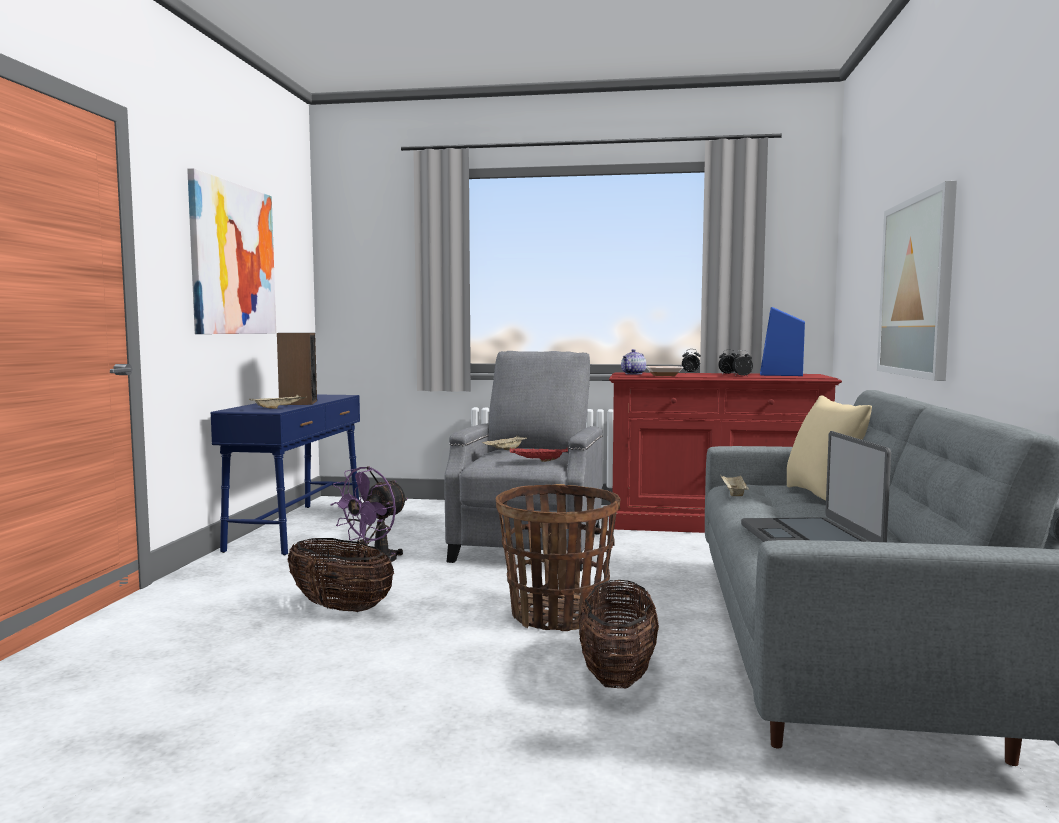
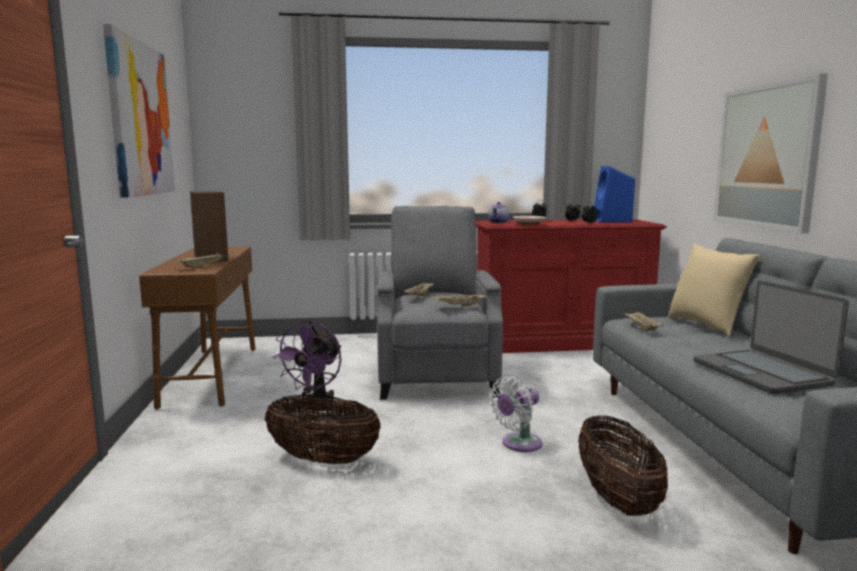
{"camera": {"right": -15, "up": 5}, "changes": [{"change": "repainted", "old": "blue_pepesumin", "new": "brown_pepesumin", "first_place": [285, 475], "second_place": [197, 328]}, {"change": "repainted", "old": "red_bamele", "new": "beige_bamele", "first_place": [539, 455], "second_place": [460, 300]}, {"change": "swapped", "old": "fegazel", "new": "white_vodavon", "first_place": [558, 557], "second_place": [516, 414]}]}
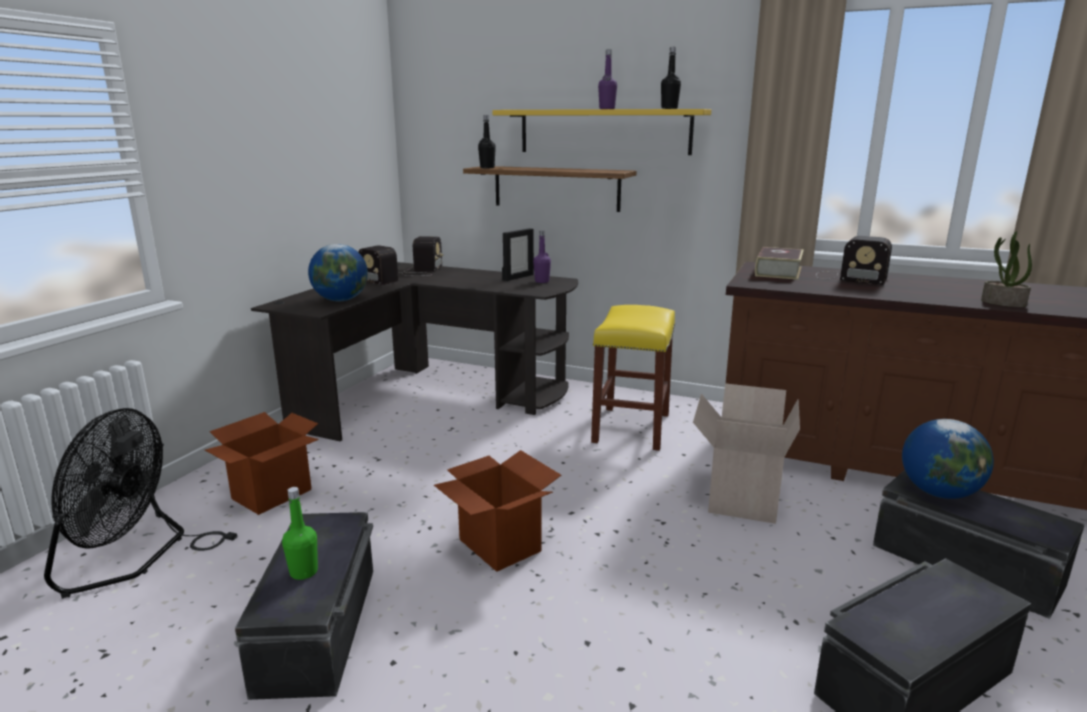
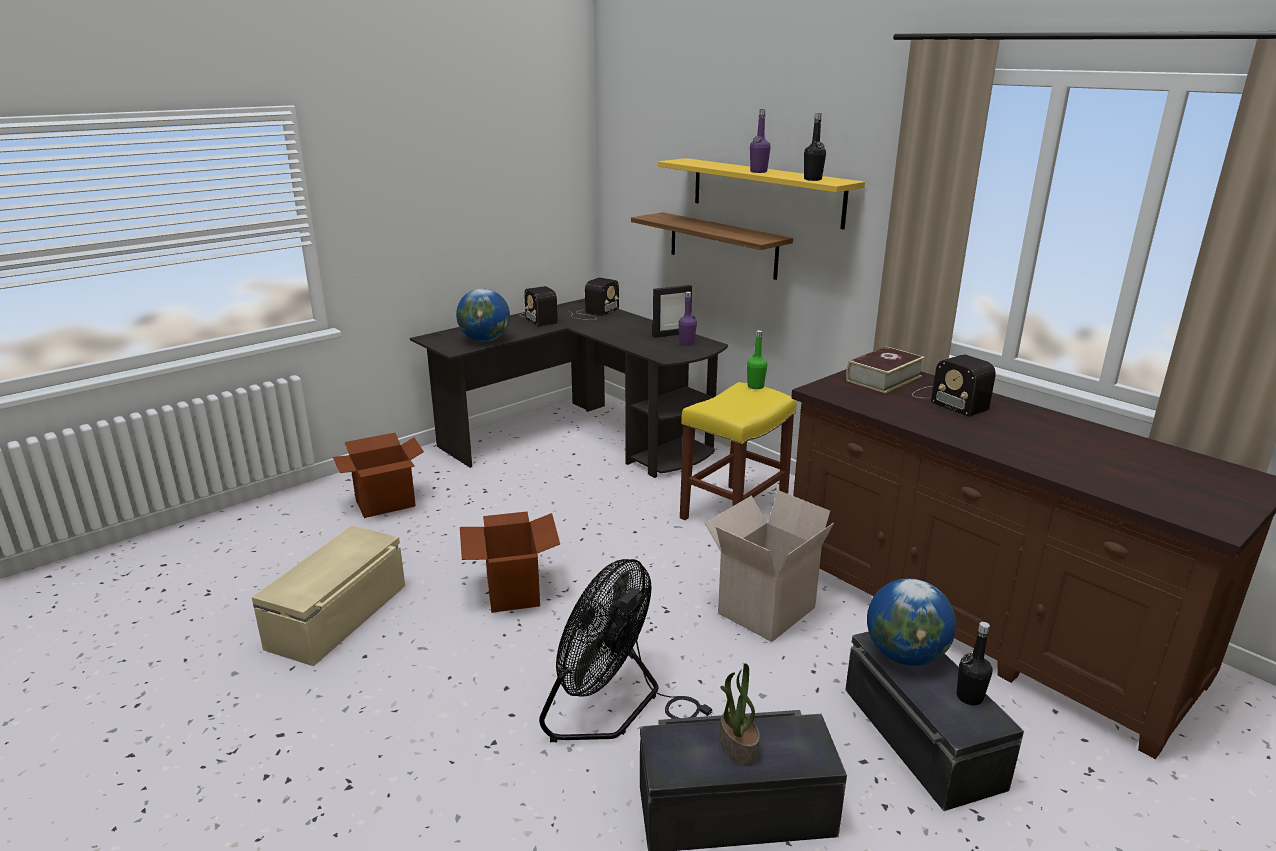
{"camera": {"right": 25, "up": 5}, "changes": [{"change": "shifted", "old": "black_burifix", "first_place": [487, 141], "second_place": [974, 663]}, {"change": "shifted", "old": "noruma", "first_place": [1006, 269], "second_place": [740, 714]}, {"change": "shifted", "old": "black_vodavon", "first_place": [141, 503], "second_place": [626, 651]}, {"change": "shifted", "old": "green_burifix", "first_place": [300, 533], "second_place": [757, 359]}, {"change": "repainted", "old": "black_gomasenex", "new": "beige_gomasenex", "first_place": [304, 606], "second_place": [328, 596]}]}
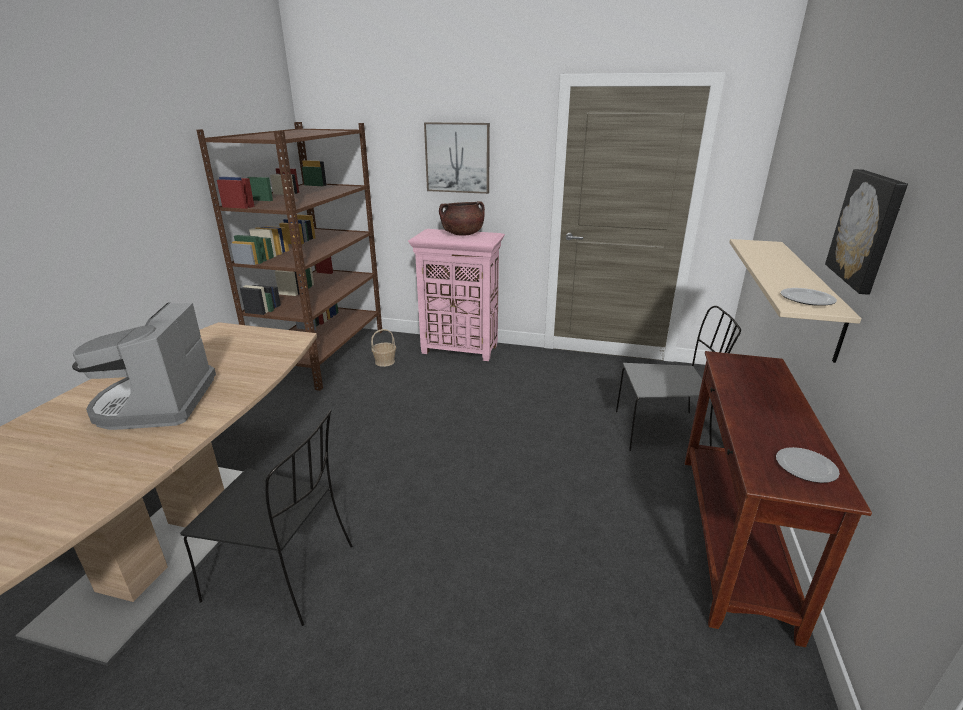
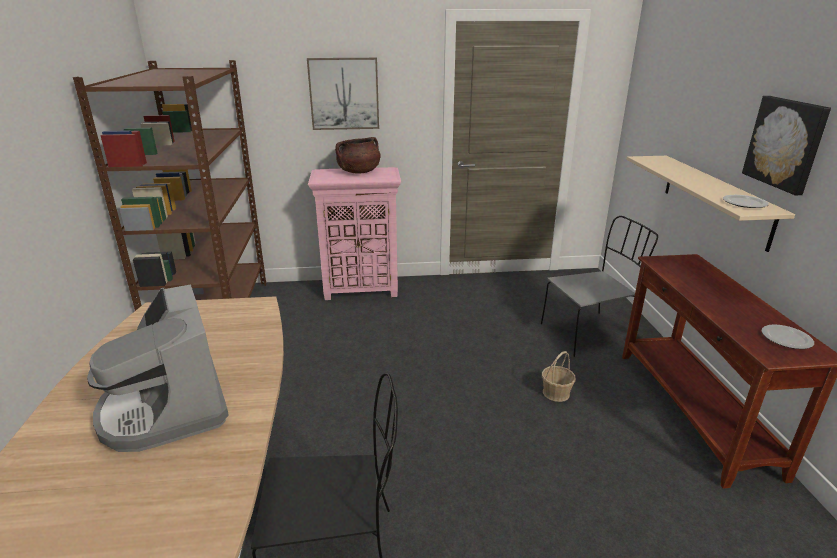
{"camera": {"right": -20, "up": 0}, "changes": [{"change": "shifted", "old": "fegazel", "first_place": [383, 348], "second_place": [559, 376]}]}
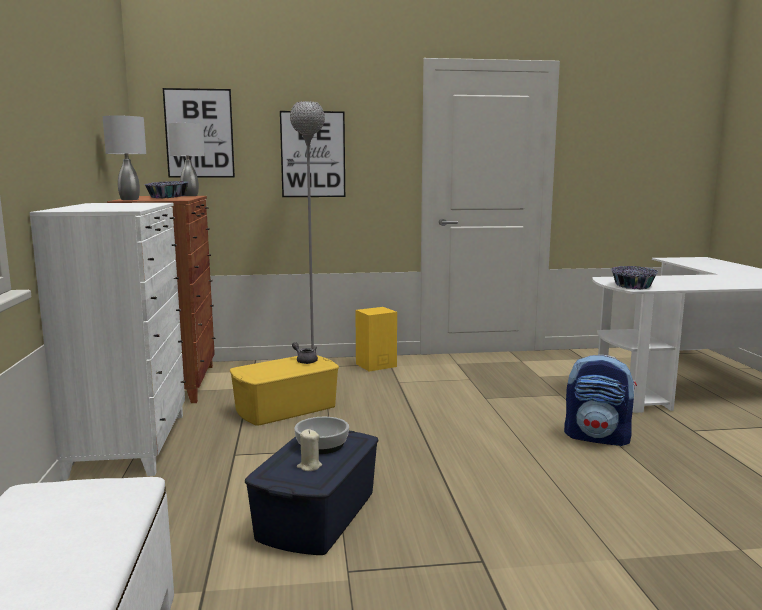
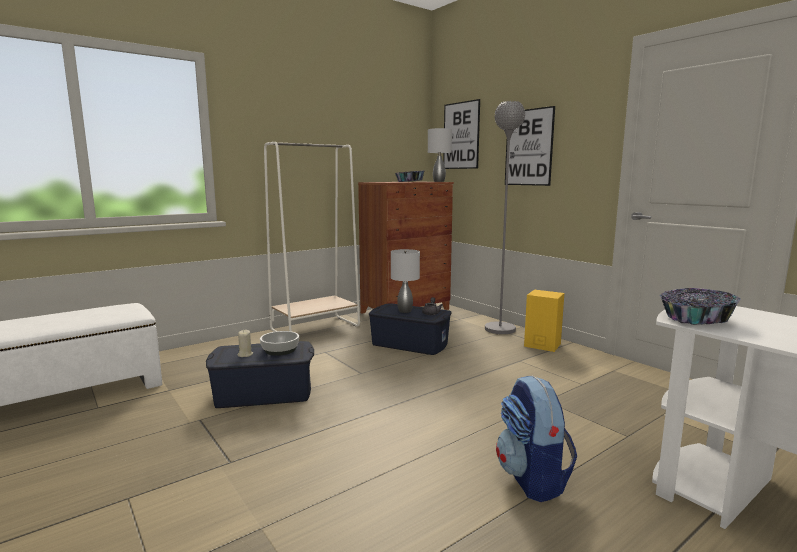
{"camera": {"right": 60, "up": 0}, "changes": [{"change": "shifted", "old": "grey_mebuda", "first_place": [124, 157], "second_place": [405, 281]}, {"change": "swapped", "old": "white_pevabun", "new": "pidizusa", "first_place": [107, 342], "second_place": [312, 237]}, {"change": "repainted", "old": "yellow_gomasenex", "new": "blue_gomasenex", "first_place": [284, 390], "second_place": [410, 329]}]}
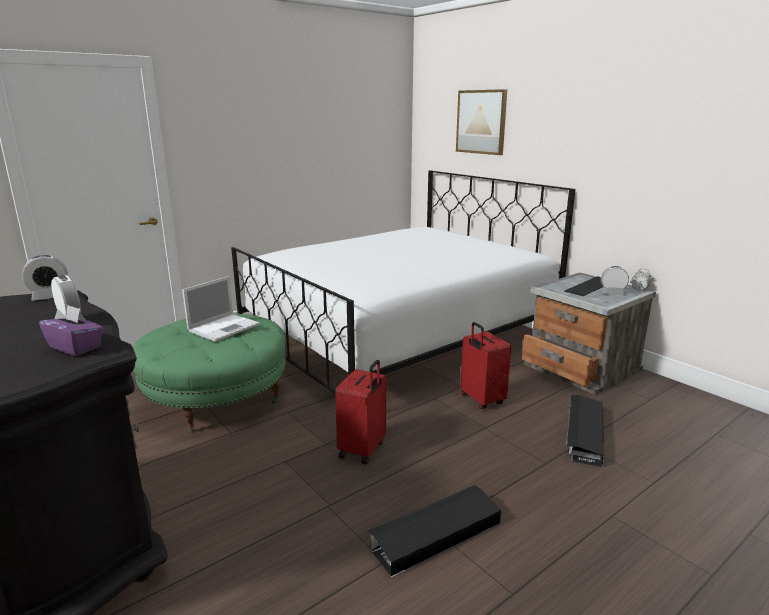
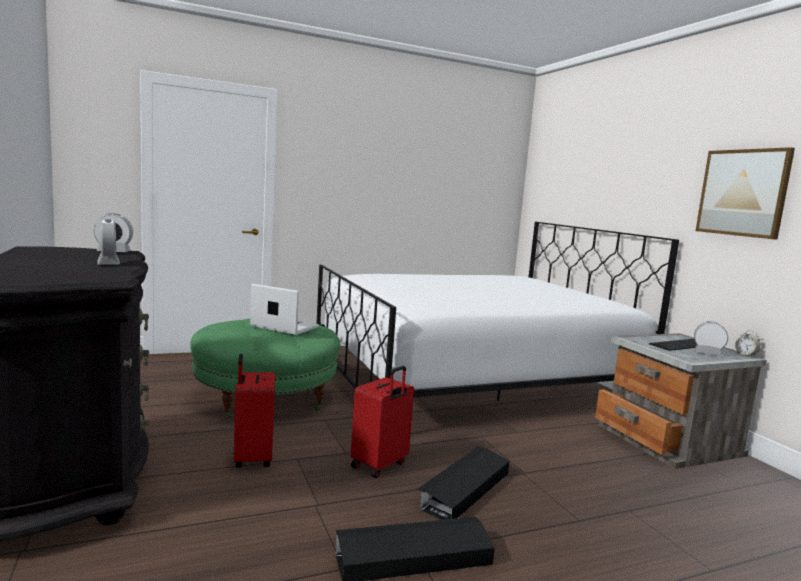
{"camera": {"right": 15, "up": -10}, "changes": [{"change": "shifted", "old": "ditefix", "first_place": [481, 122], "second_place": [745, 193]}, {"change": "rotated", "old": "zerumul", "first_place": [221, 309], "second_place": [284, 309], "degrees": -120}, {"change": "gone", "old": "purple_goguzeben", "first_place": [71, 330]}, {"change": "shifted", "old": "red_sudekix", "first_place": [486, 365], "second_place": [254, 411]}, {"change": "shifted", "old": "black_gomasenex", "first_place": [585, 431], "second_place": [463, 483]}]}
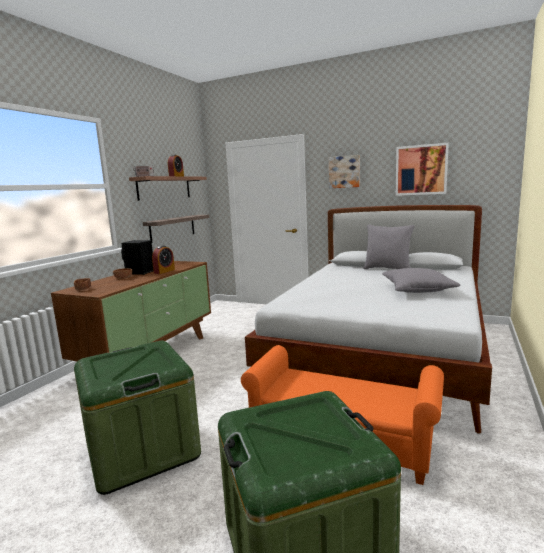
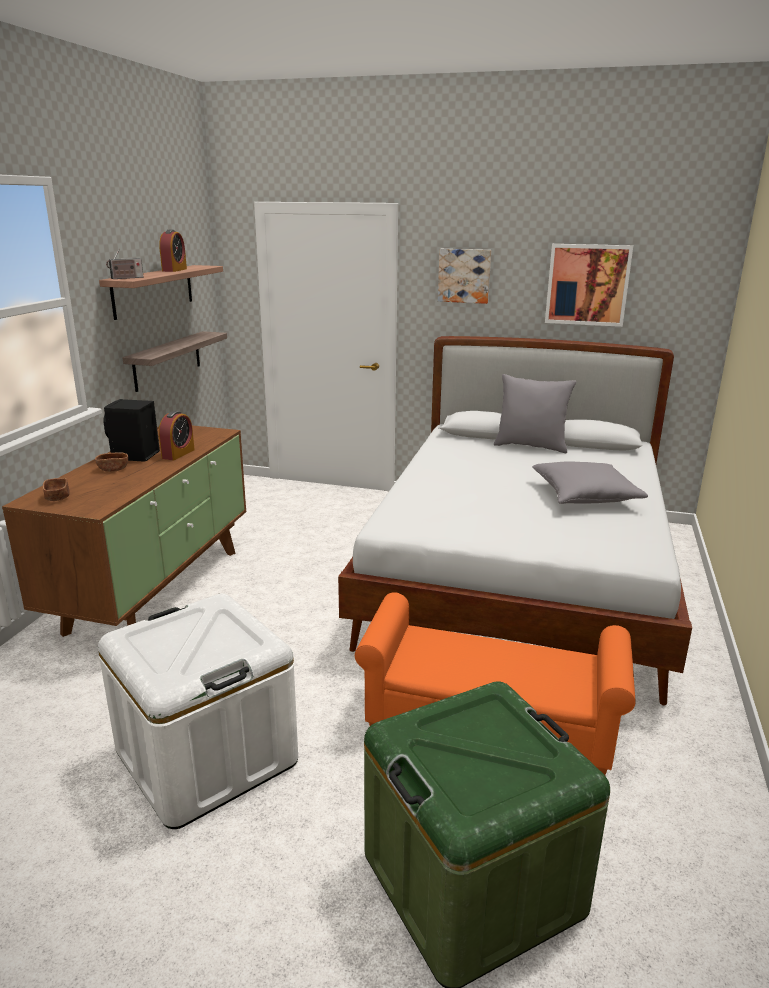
{"camera": {"right": -10, "up": 10}, "changes": [{"change": "repainted", "old": "green_gomasenex", "new": "white_gomasenex", "first_place": [137, 417], "second_place": [198, 711]}]}
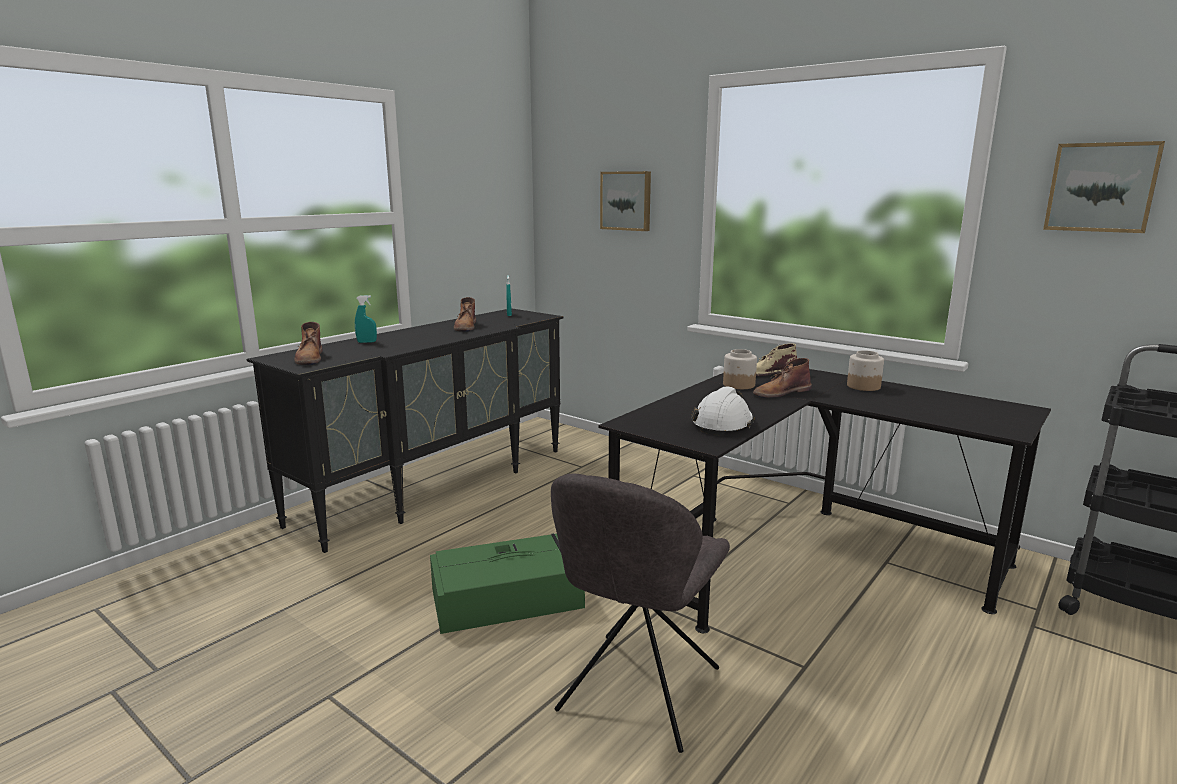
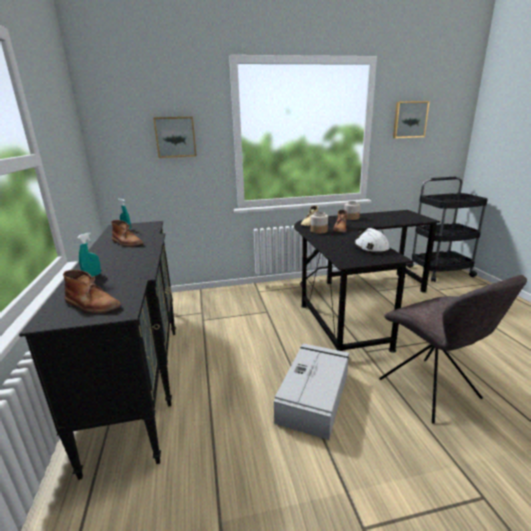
{"camera": {"right": -50, "up": 5}, "changes": [{"change": "repainted", "old": "green_gomasenex", "new": "grey_gomasenex", "first_place": [507, 583], "second_place": [311, 391]}]}
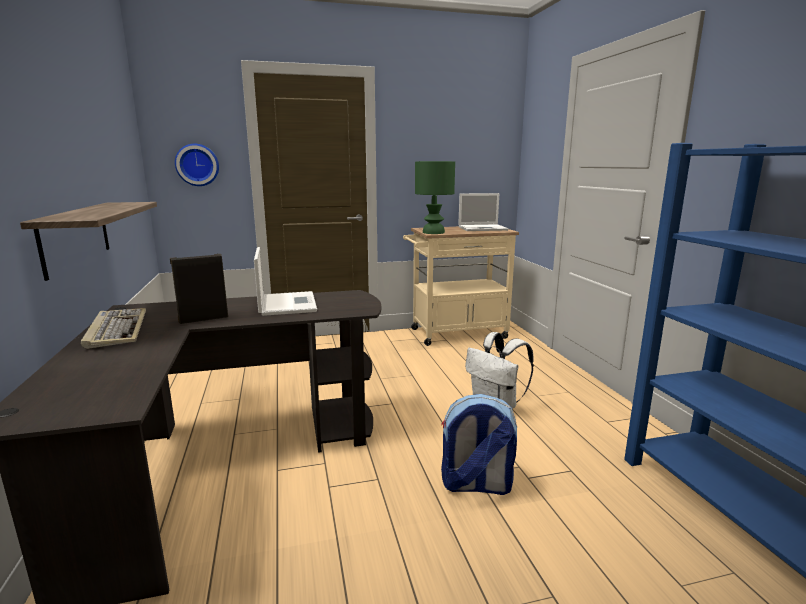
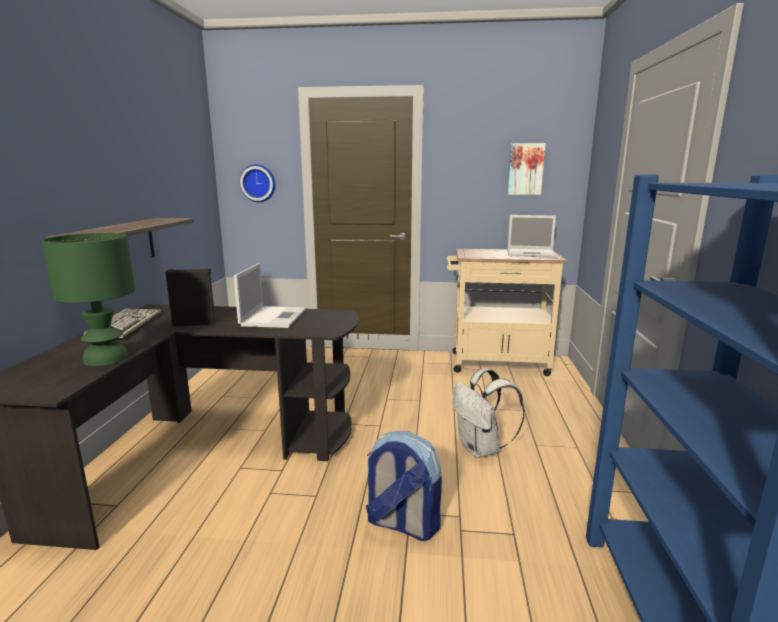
{"camera": {"right": 20, "up": 0}, "changes": [{"change": "shifted", "old": "green_mebuda", "first_place": [435, 197], "second_place": [88, 299]}, {"change": "new", "new": "ditefix", "second_place": [527, 169]}]}
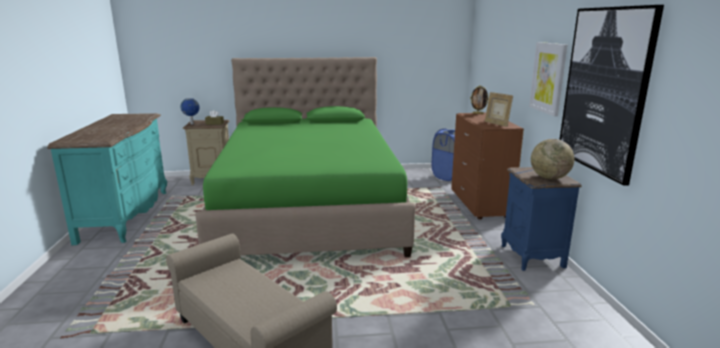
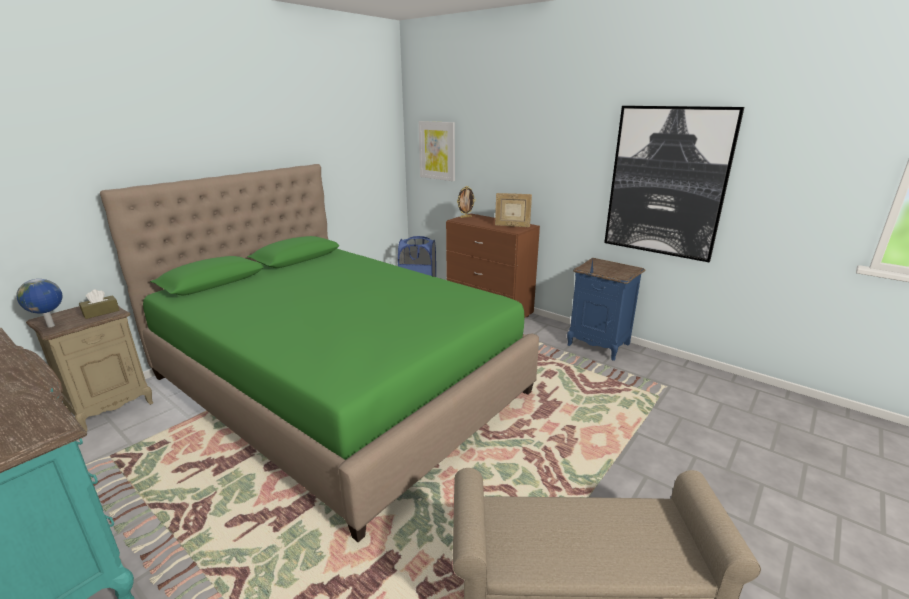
{"camera": {"right": -45, "up": 5}, "changes": [{"change": "shifted", "old": "ditefix", "first_place": [548, 79], "second_place": [437, 151]}, {"change": "gone", "old": "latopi", "first_place": [553, 159]}]}
